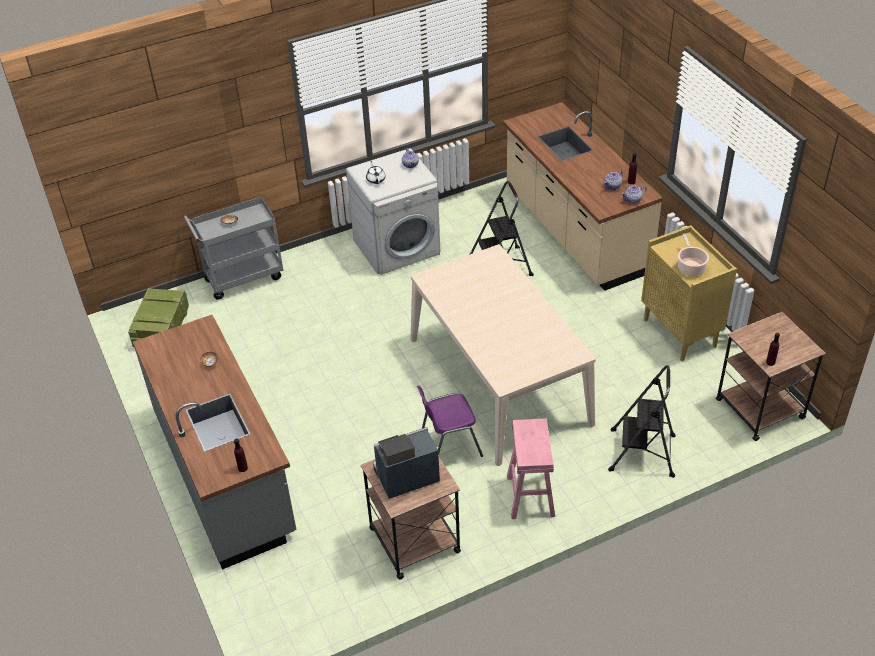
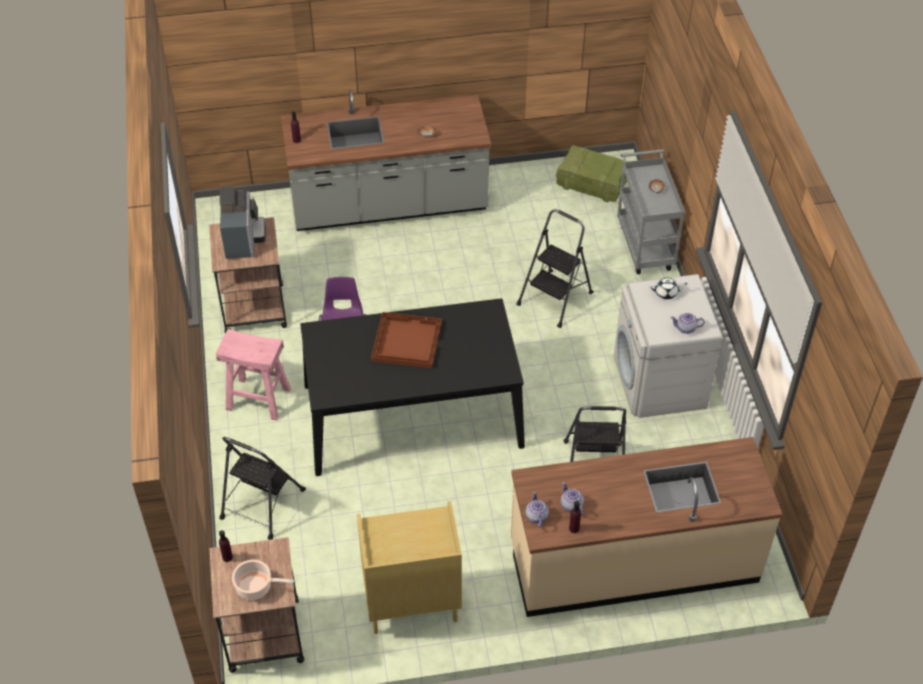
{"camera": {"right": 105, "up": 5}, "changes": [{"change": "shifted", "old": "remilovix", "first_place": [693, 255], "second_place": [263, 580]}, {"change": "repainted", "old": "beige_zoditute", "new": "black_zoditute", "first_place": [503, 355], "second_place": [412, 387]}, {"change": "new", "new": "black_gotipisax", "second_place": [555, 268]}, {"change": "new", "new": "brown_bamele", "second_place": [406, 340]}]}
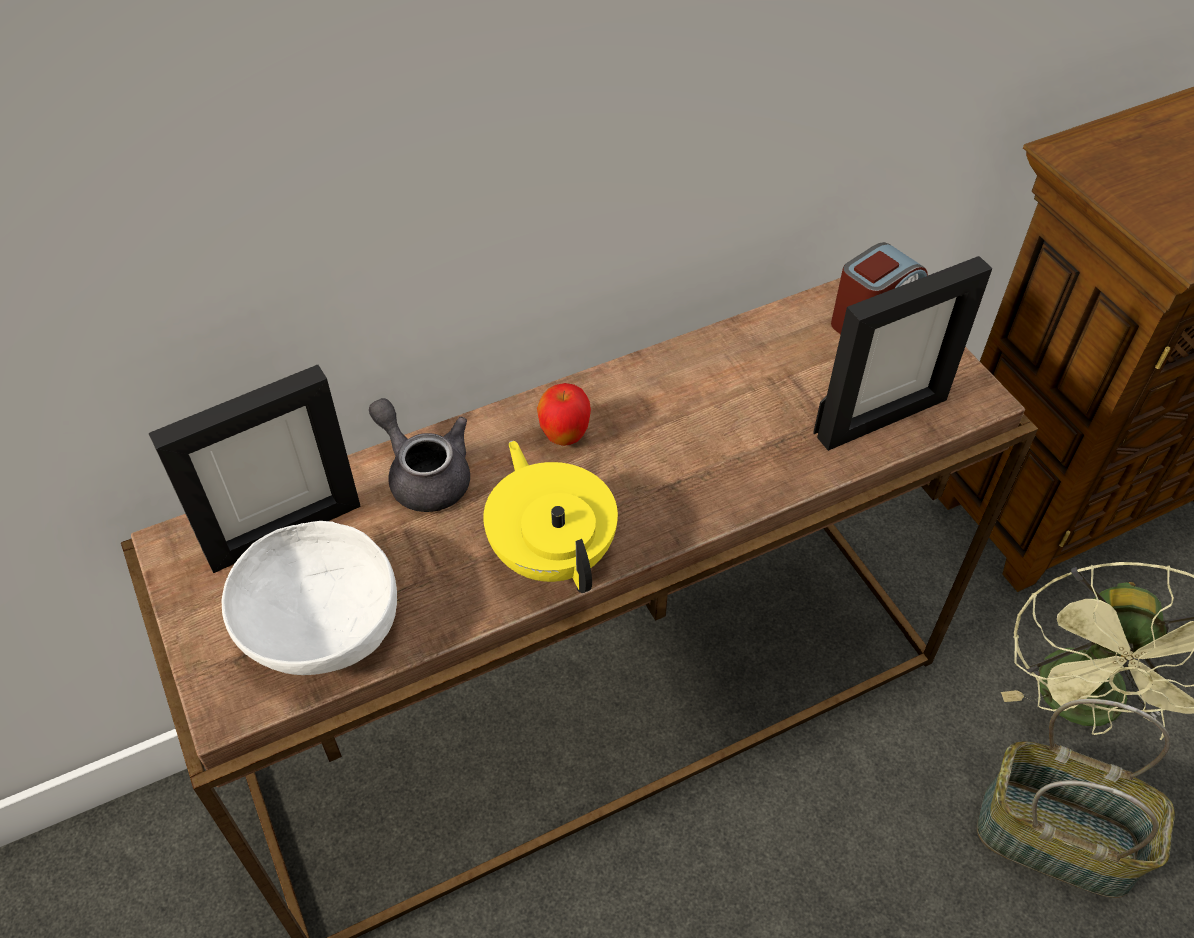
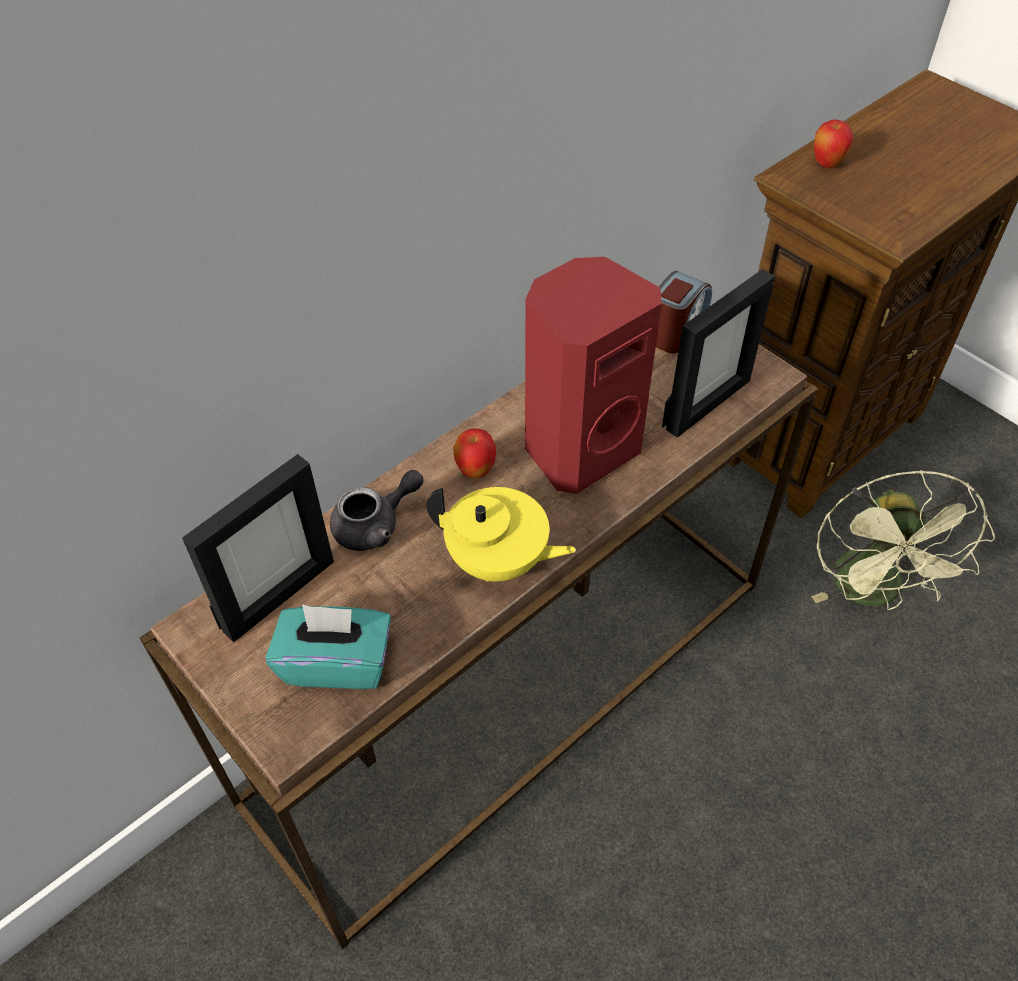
{"camera": {"right": -15, "up": 0}, "changes": [{"change": "rotated", "old": "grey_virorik", "first_place": [419, 455], "second_place": [377, 510], "degrees": 120}, {"change": "rotated", "old": "yellow_virorik", "first_place": [550, 516], "second_place": [501, 534], "degrees": 150}, {"change": "swapped", "old": "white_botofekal", "new": "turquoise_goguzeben", "first_place": [309, 598], "second_place": [328, 646]}, {"change": "gone", "old": "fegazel", "first_place": [1076, 798]}, {"change": "new", "new": "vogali", "second_place": [833, 143]}, {"change": "new", "new": "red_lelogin", "second_place": [593, 375]}]}
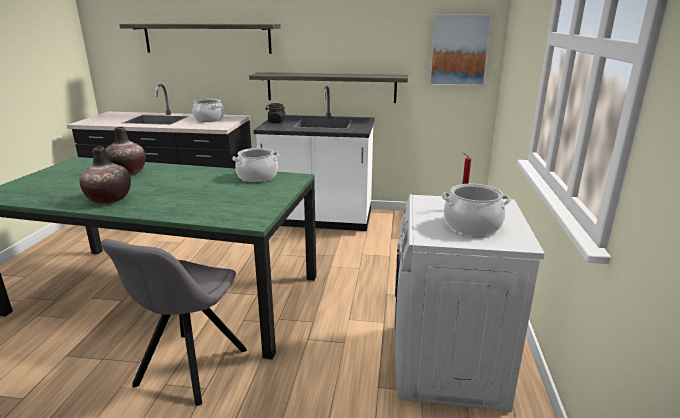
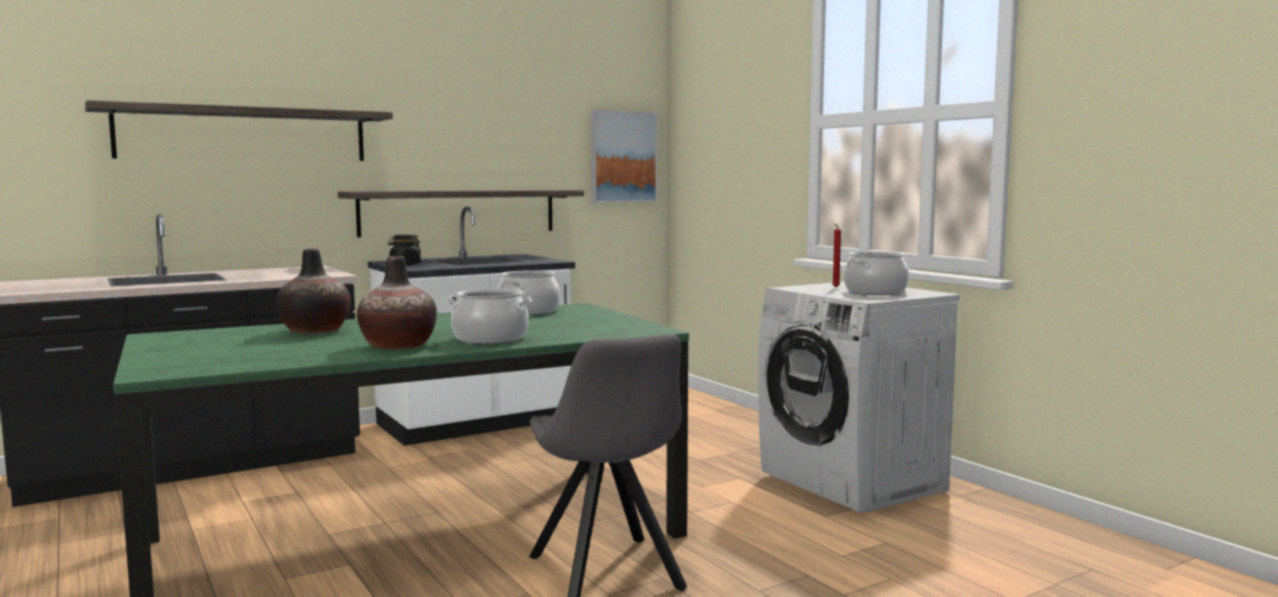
{"camera": {"right": -40, "up": -15}, "changes": [{"change": "shifted", "old": "remilovix", "first_place": [208, 110], "second_place": [489, 316]}]}
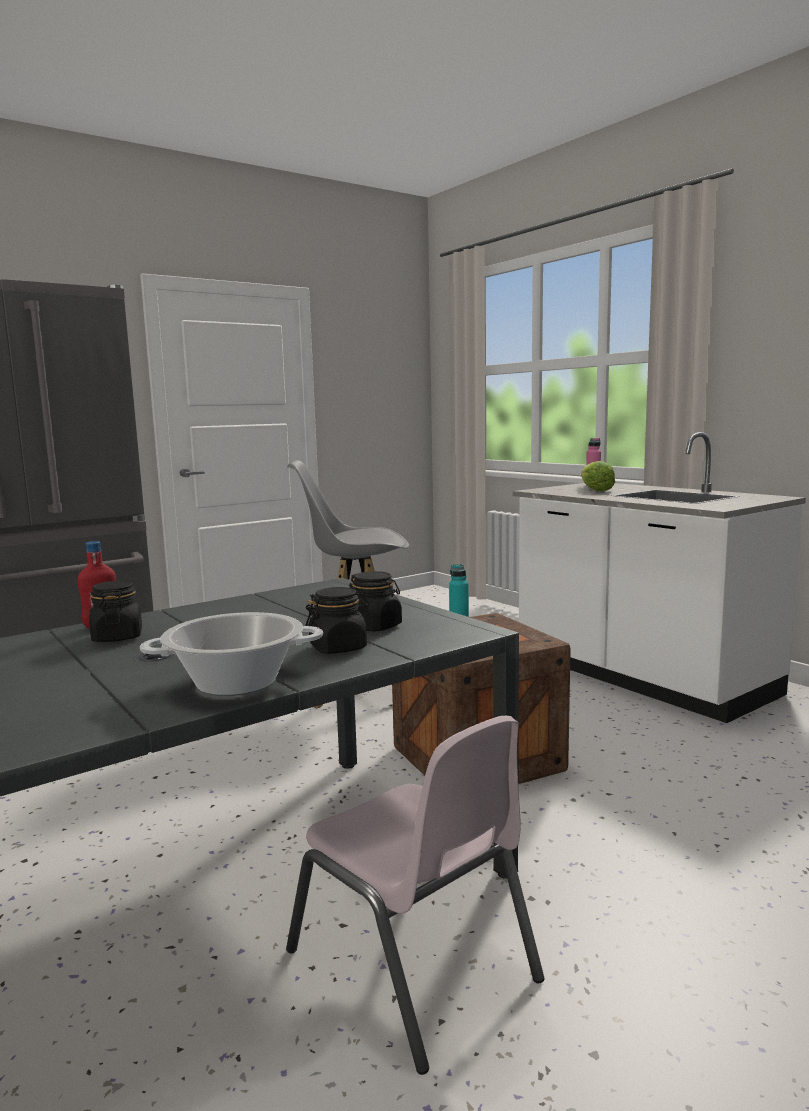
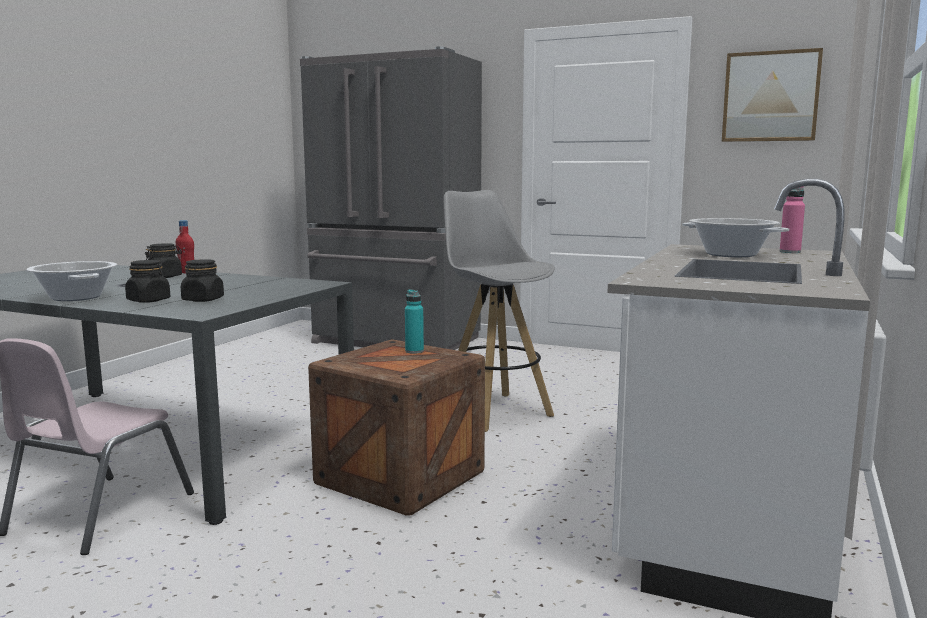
{"camera": {"right": 60, "up": 0}, "changes": [{"change": "swapped", "old": "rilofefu", "new": "remilovix", "first_place": [598, 476], "second_place": [735, 237]}, {"change": "new", "new": "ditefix", "second_place": [772, 95]}]}
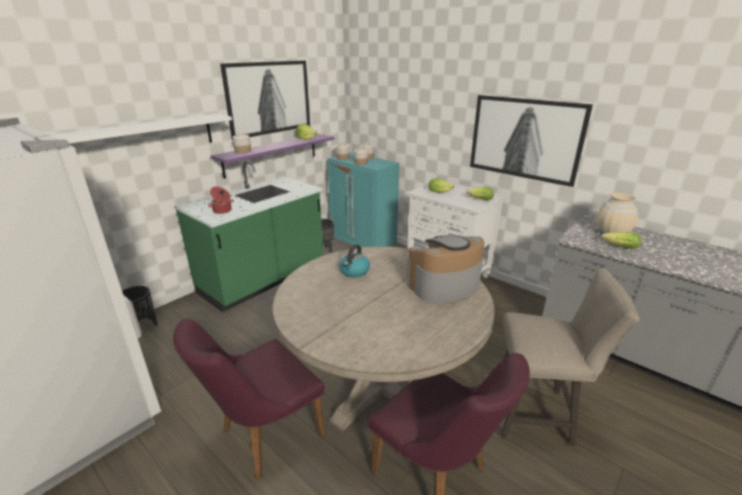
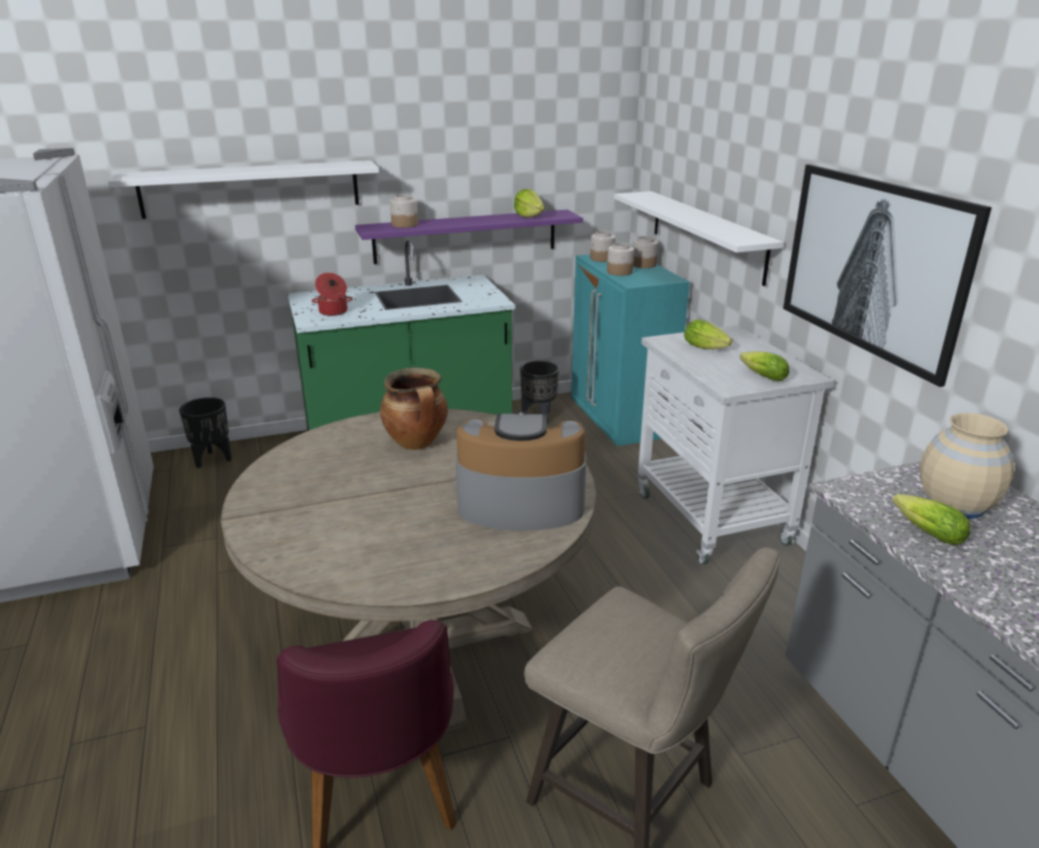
{"camera": {"right": 30, "up": 0}, "changes": [{"change": "gone", "old": "ditefix", "first_place": [265, 100]}, {"change": "swapped", "old": "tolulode", "new": "remilovix", "first_place": [354, 260], "second_place": [414, 408]}, {"change": "gone", "old": "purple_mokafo", "first_place": [249, 399]}, {"change": "new", "new": "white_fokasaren", "second_place": [699, 238]}]}
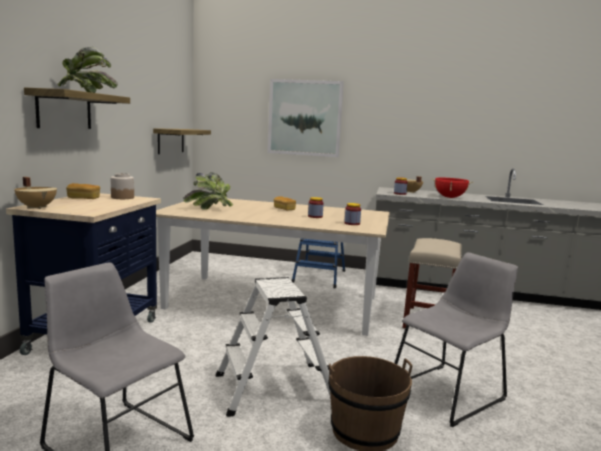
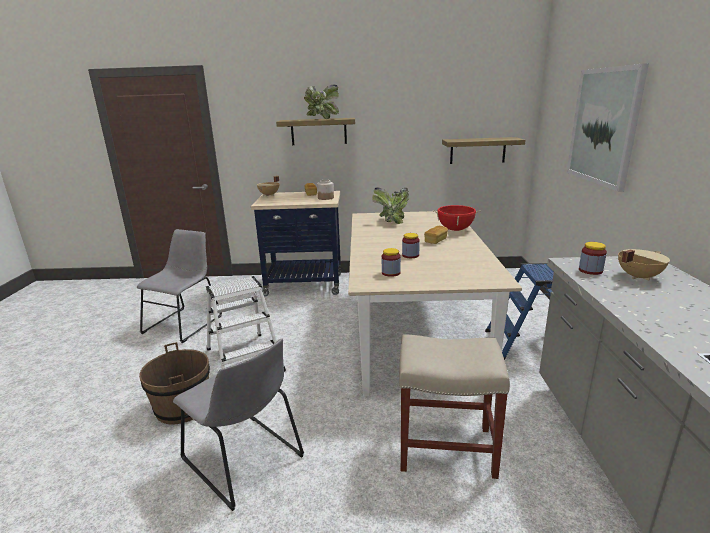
{"camera": {"right": 80, "up": 10}, "changes": [{"change": "shifted", "old": "red_remilovix", "first_place": [452, 188], "second_place": [457, 218]}]}
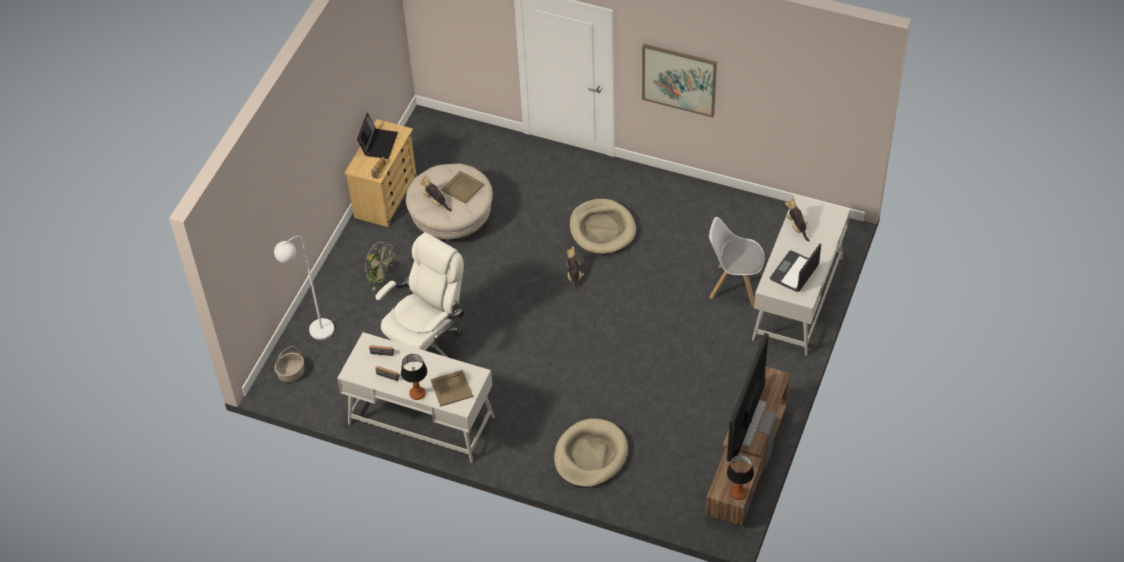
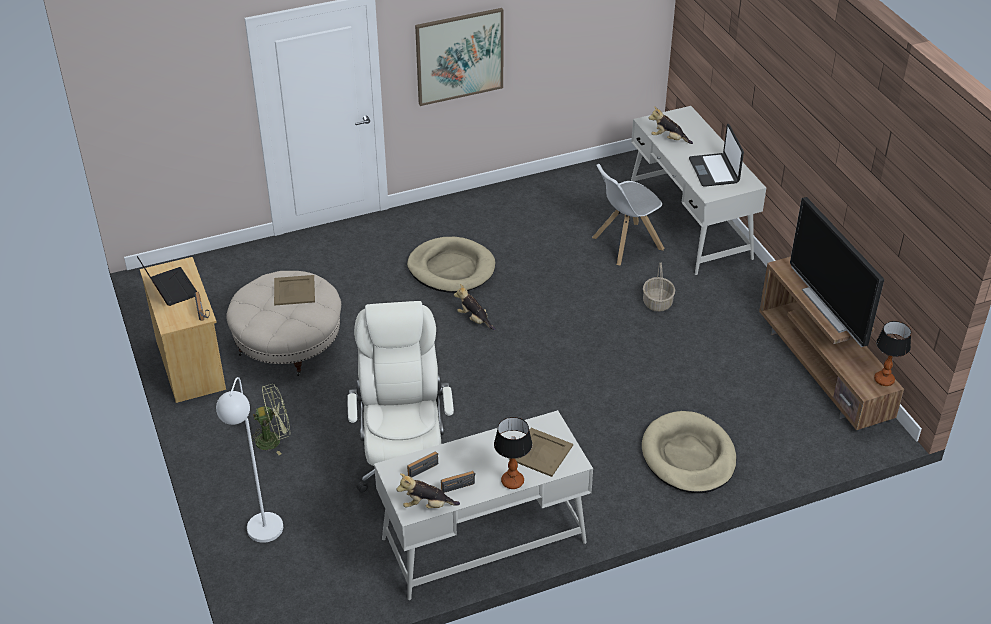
{"camera": {"right": -45, "up": -10}, "changes": [{"change": "shifted", "old": "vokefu", "first_place": [435, 193], "second_place": [428, 490]}, {"change": "shifted", "old": "fegazel", "first_place": [289, 364], "second_place": [659, 287]}]}
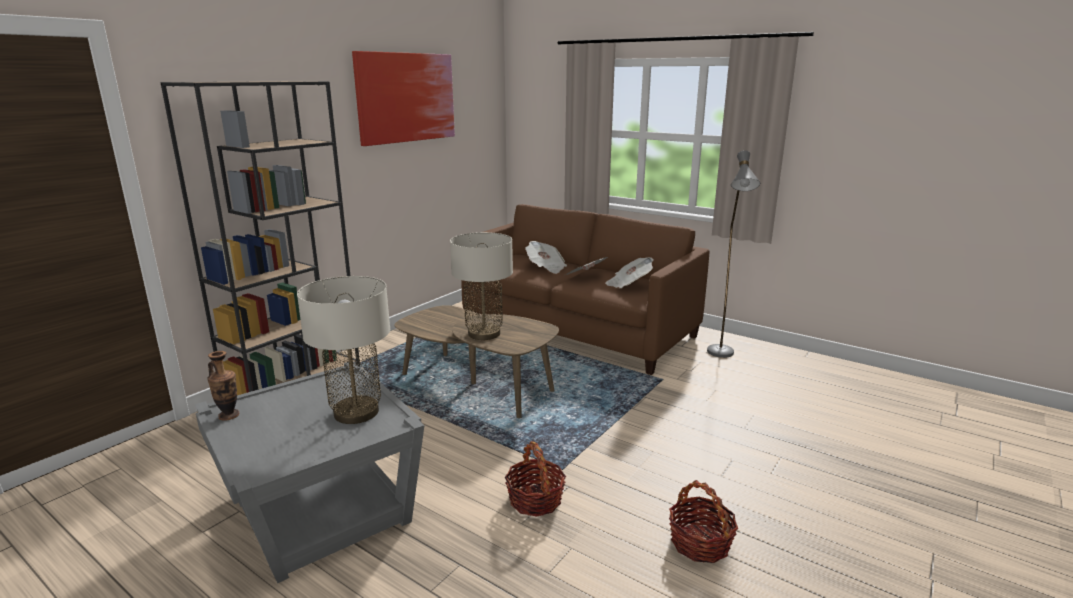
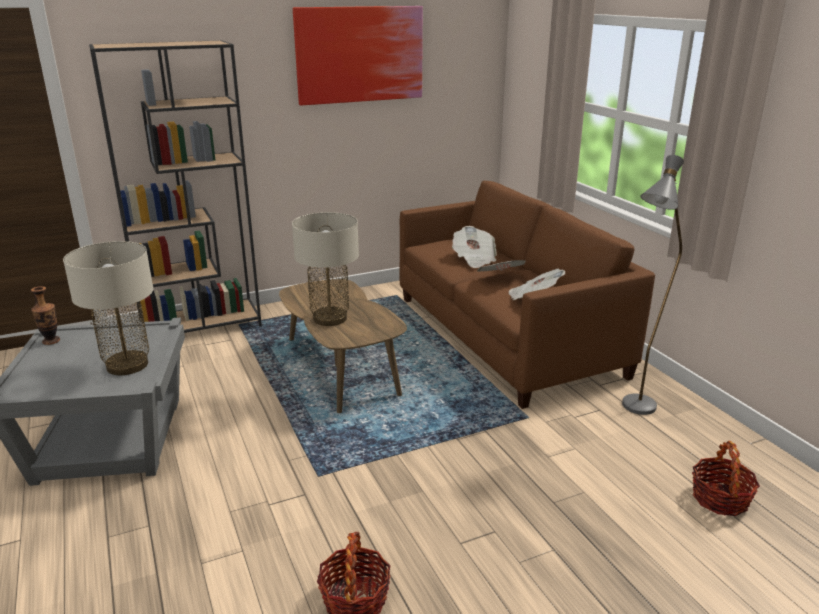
{"camera": {"right": 30, "up": 5}, "changes": [{"change": "shifted", "old": "fegazel", "first_place": [535, 479], "second_place": [726, 478]}]}
